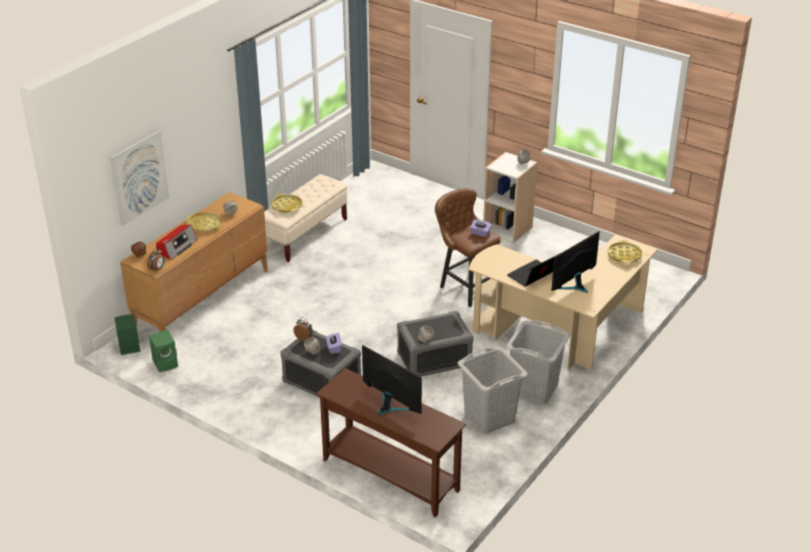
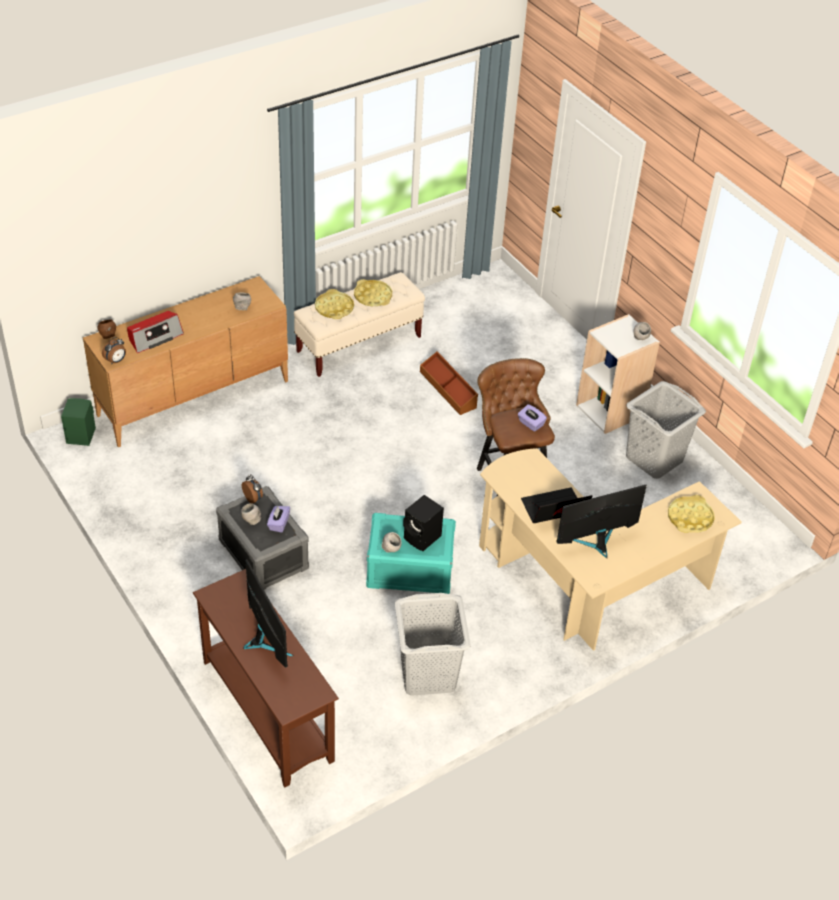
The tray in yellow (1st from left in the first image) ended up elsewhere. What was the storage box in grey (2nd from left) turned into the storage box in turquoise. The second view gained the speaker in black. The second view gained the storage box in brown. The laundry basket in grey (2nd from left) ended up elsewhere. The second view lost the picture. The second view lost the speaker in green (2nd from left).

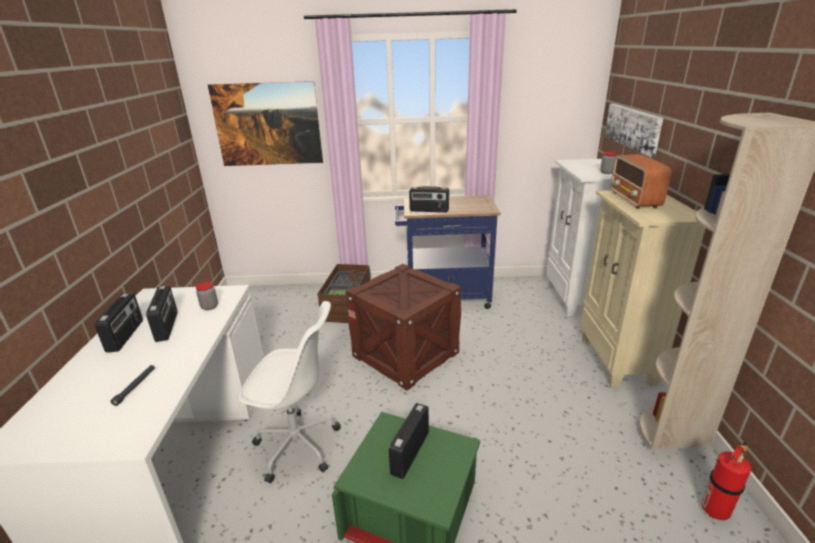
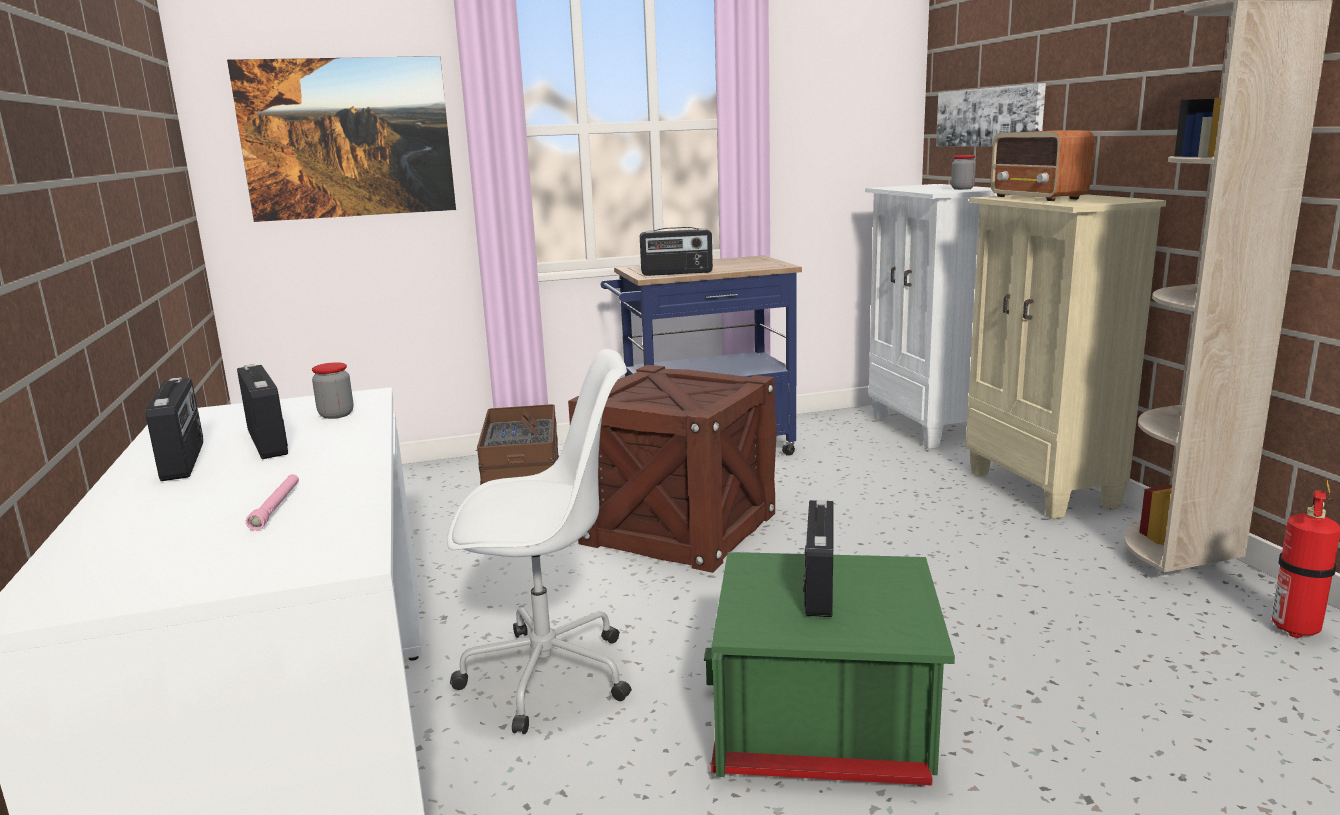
What was the flashlight in black turned into the flashlight in pink.

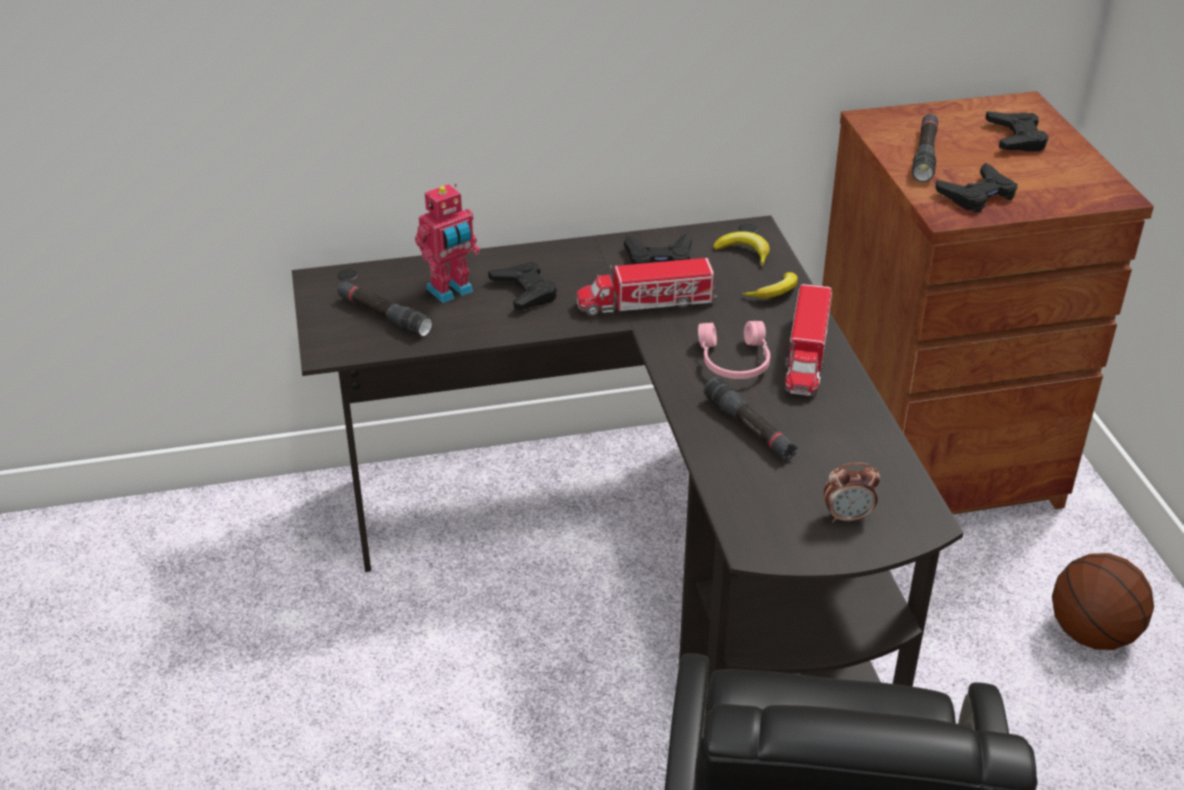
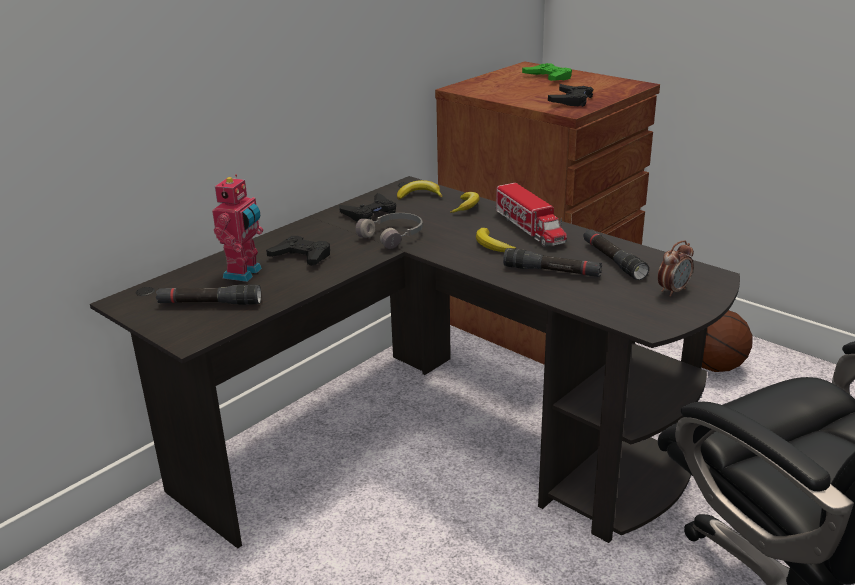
Where the toy truck (1st from left) stood, the headphones in grey came to stand. Where the headphones in pink stood, the banana (3rd from left) came to stand. What was the game controller in black (4th from left) turned into the game controller in green. The flashlight in black (3rd from left) ended up elsewhere.

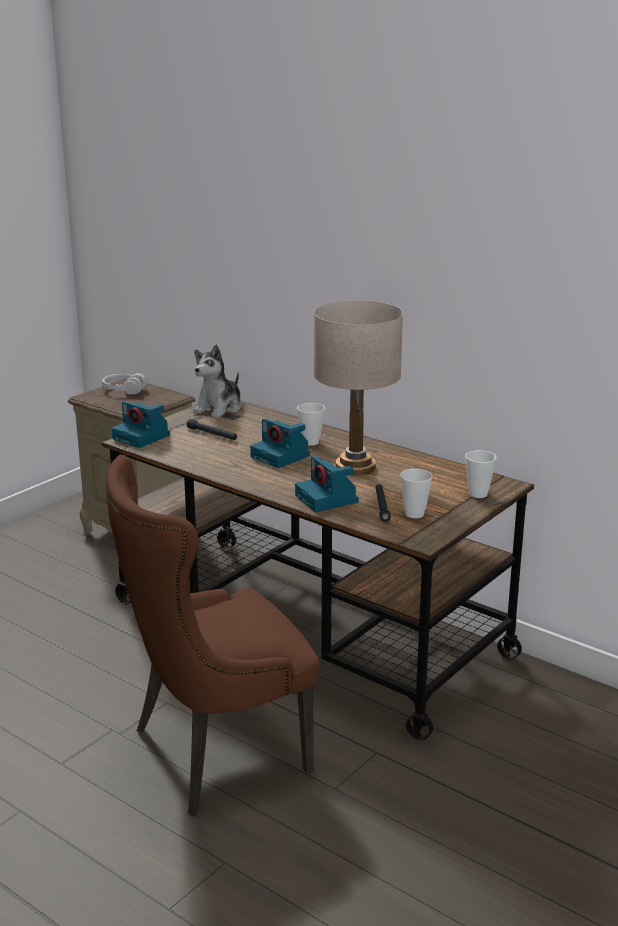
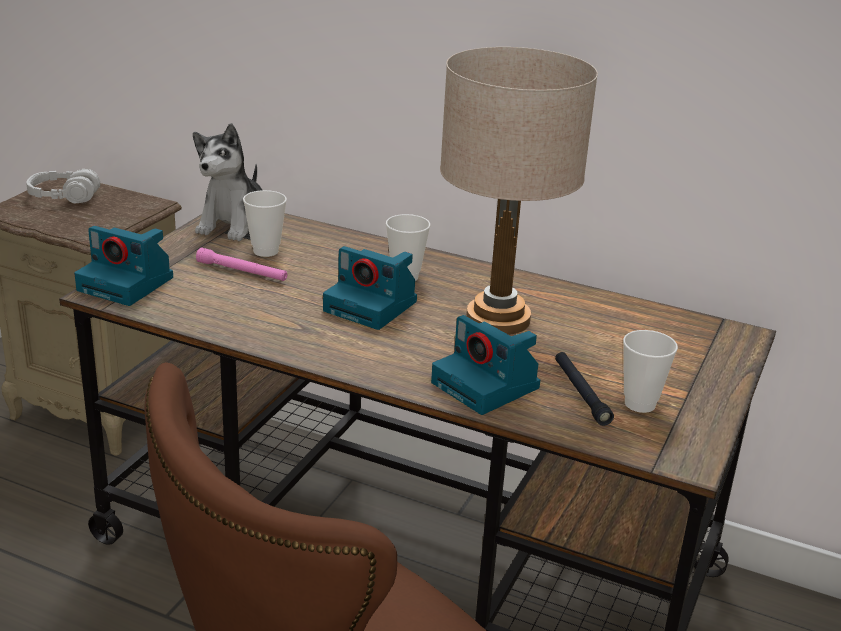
What was the flashlight in black (1st from left) turned into the flashlight in pink. The cup (3rd from left in the first image) ended up elsewhere.

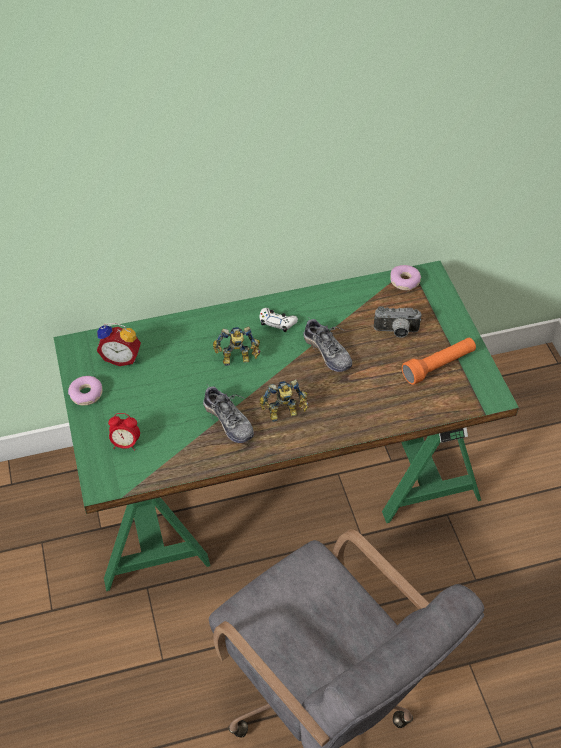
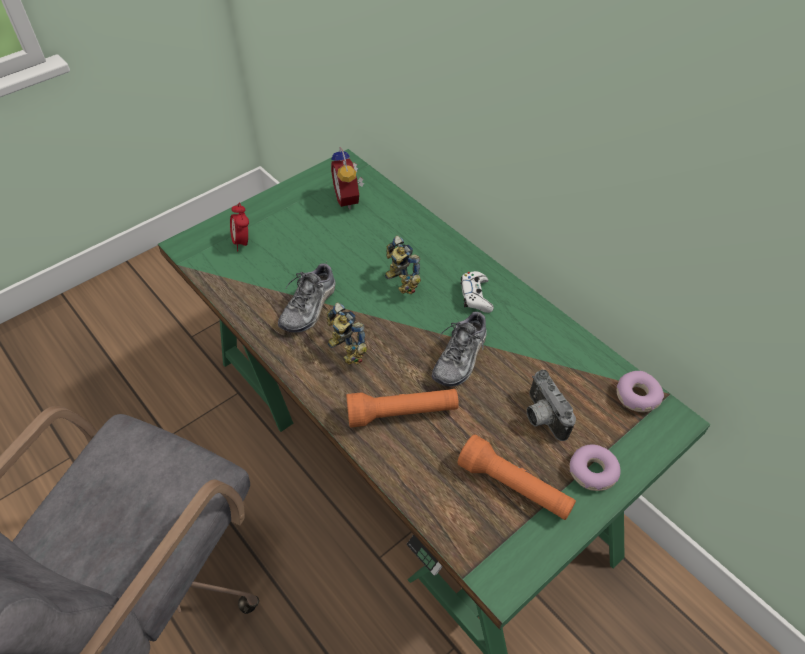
The second view gained the flashlight in orange (1st from left). The donut (1st from left) ended up elsewhere.

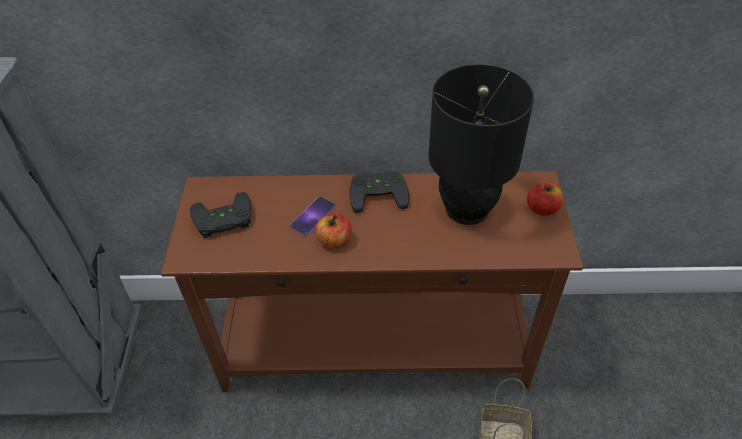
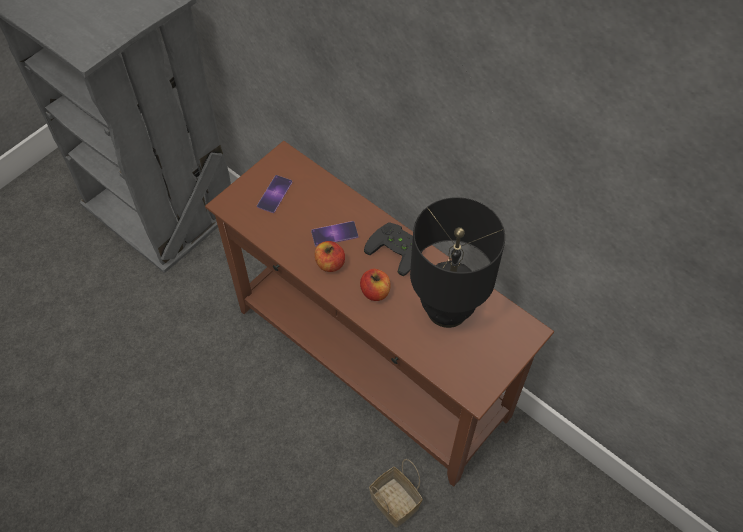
Where the game controller in black (1st from left) stood, the phone (1st from left) came to stand. The apple (2nd from left) ended up elsewhere.

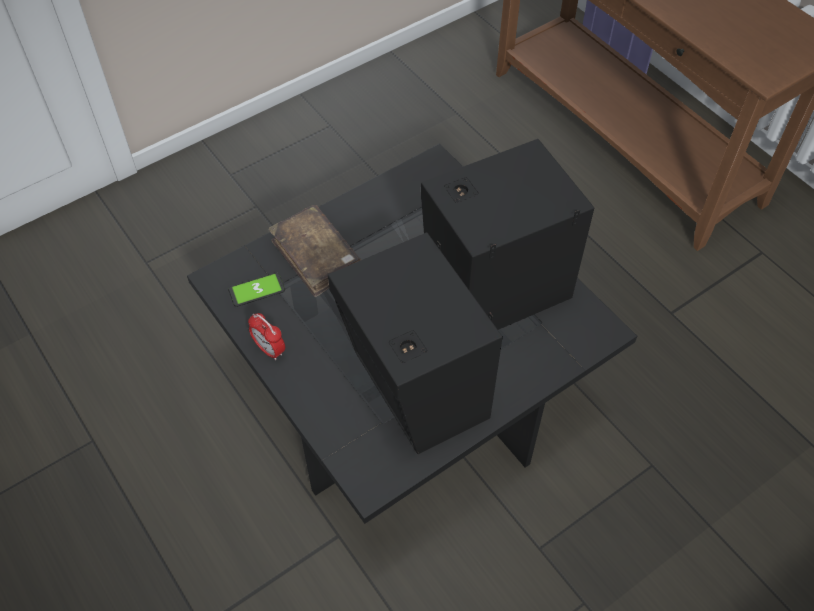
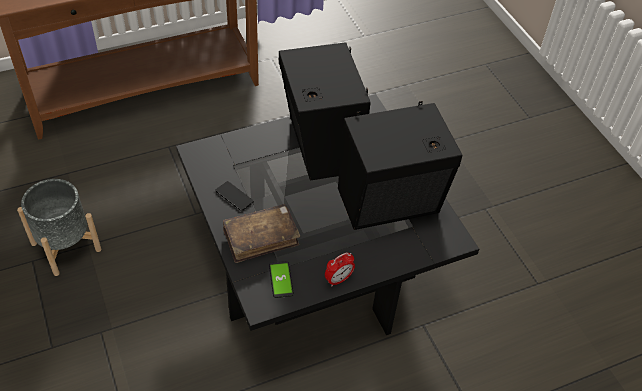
The second view gained the planter in grey. The second view gained the phone (1st from left).

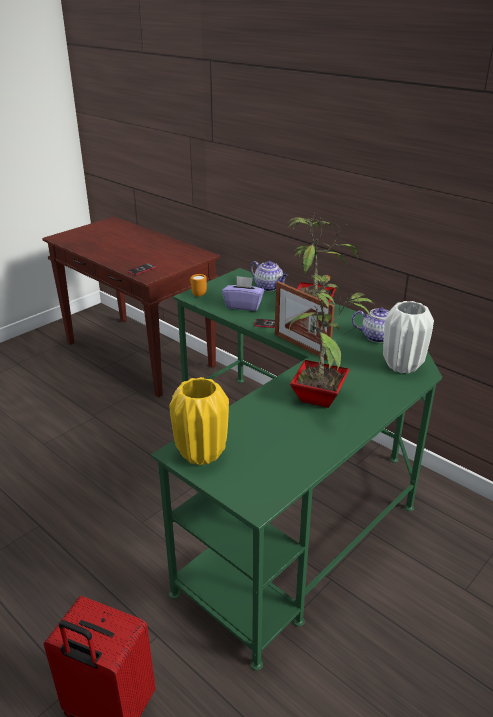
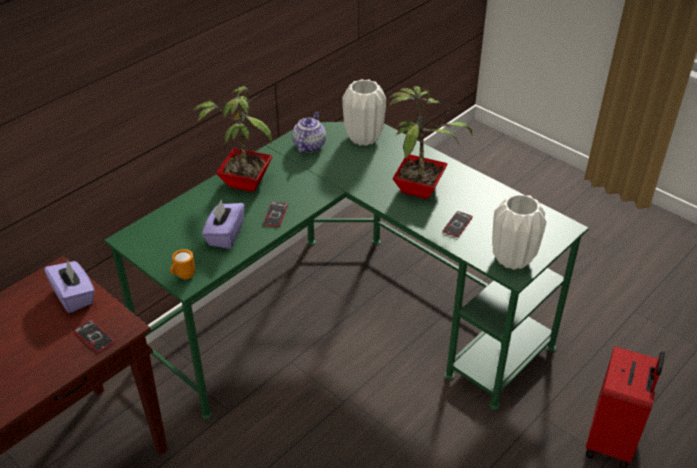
The second view gained the tissue box in purple (1st from left). The second view gained the phone (3rd from left). What was the vase in yellow turned into the vase in white (2nd from left). The second view lost the teapot (1st from left). The second view lost the picture frame.

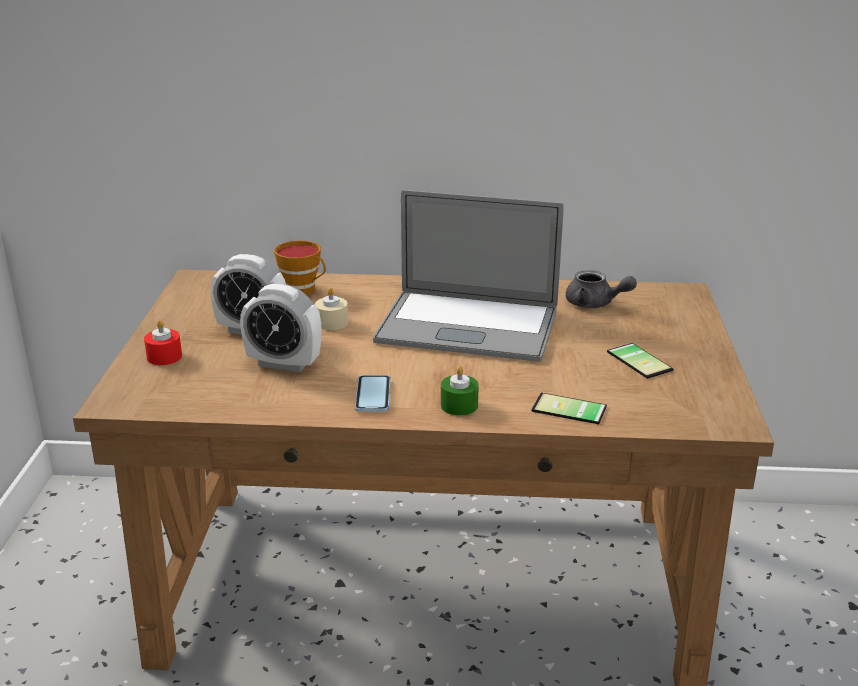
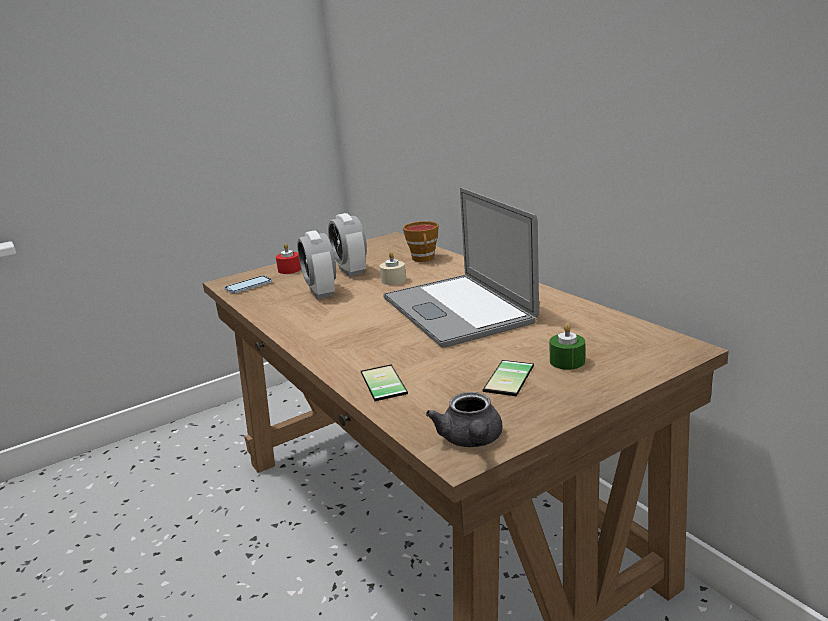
The phone (1st from left) ended up elsewhere. The teapot in grey ended up elsewhere. The candle in green ended up elsewhere.

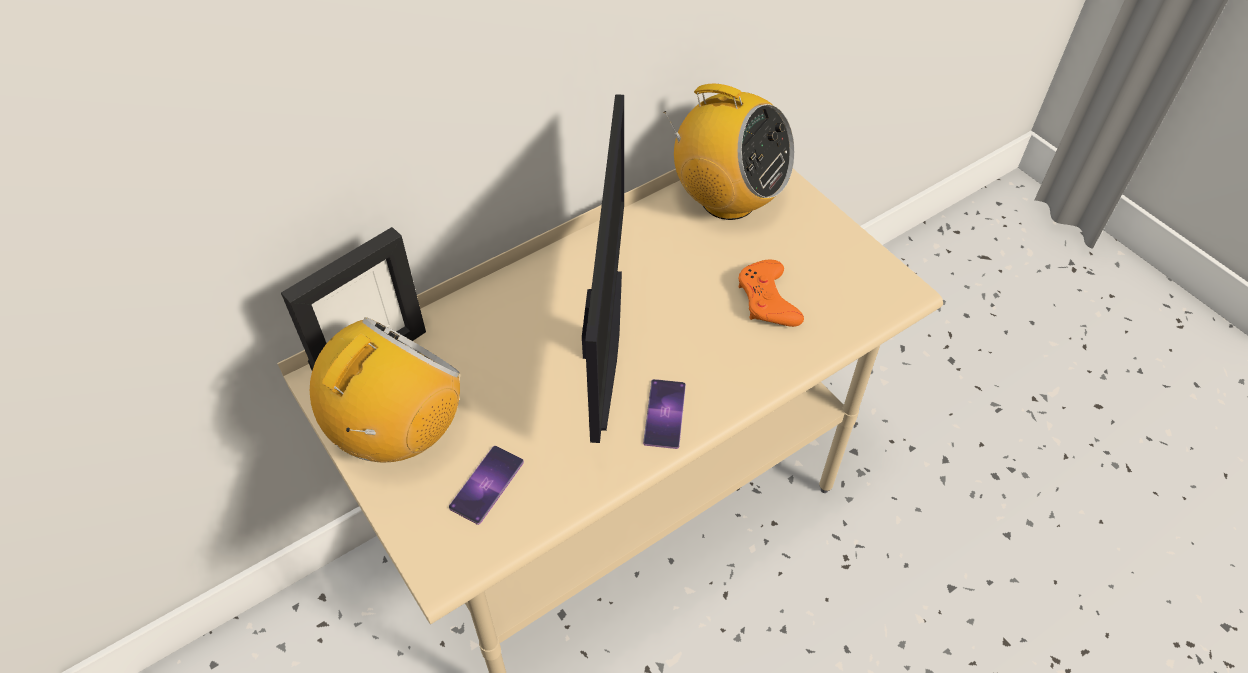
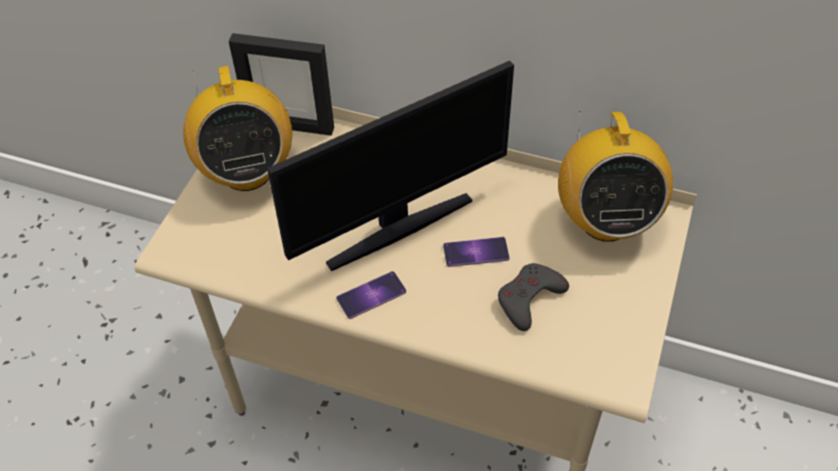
The radio (1st from left) ended up facing another way, 75 degrees clockwise from before. The phone (1st from left in the first image) ended up elsewhere. What was the game controller in orange turned into the game controller in grey.

